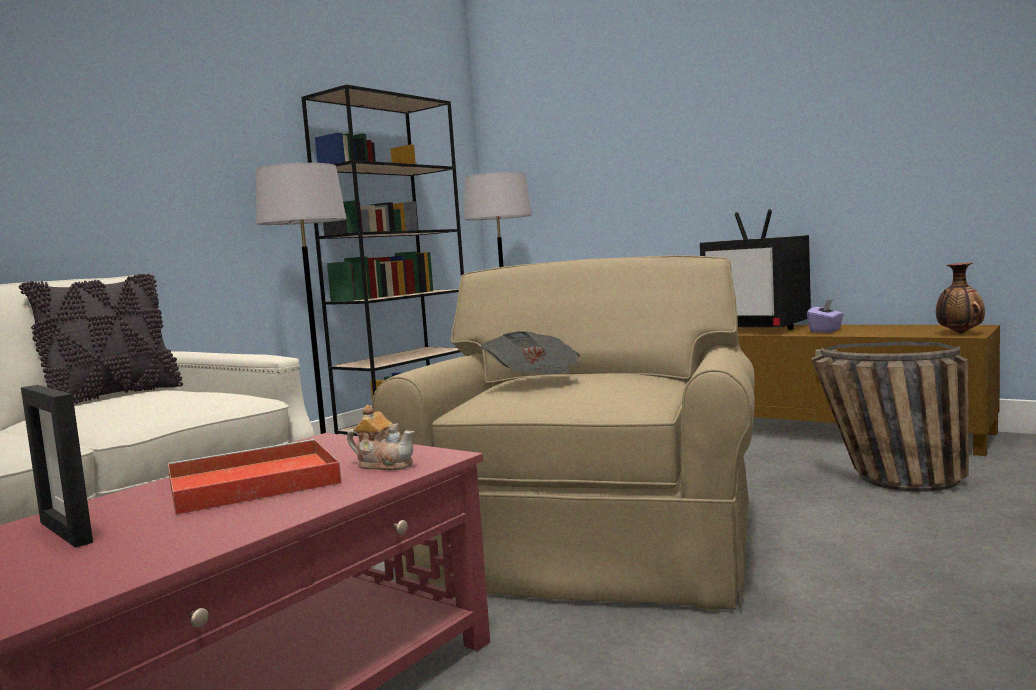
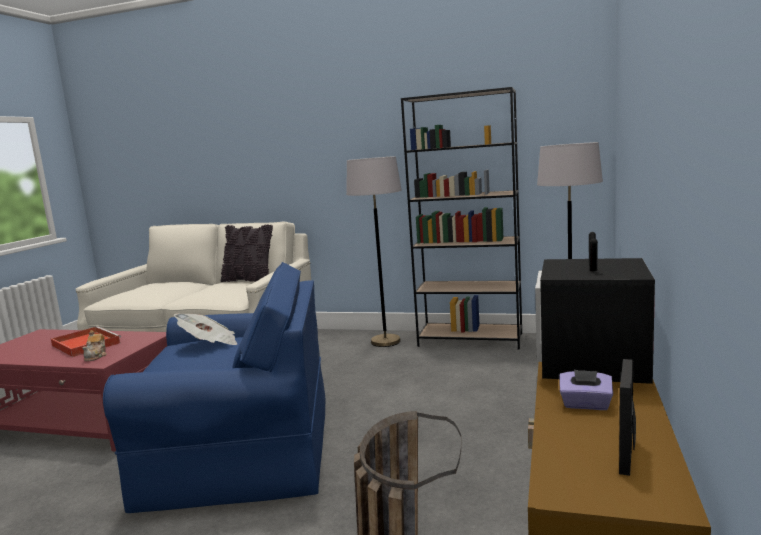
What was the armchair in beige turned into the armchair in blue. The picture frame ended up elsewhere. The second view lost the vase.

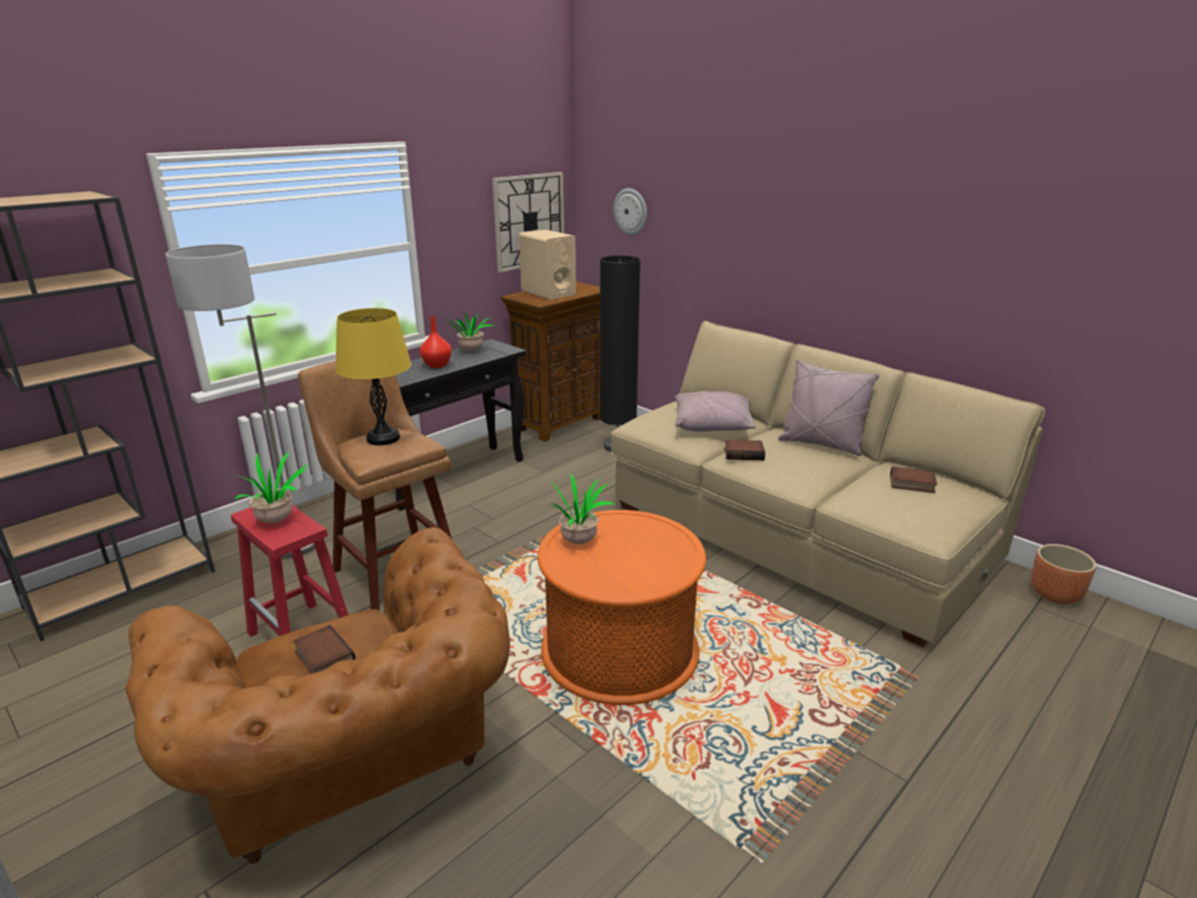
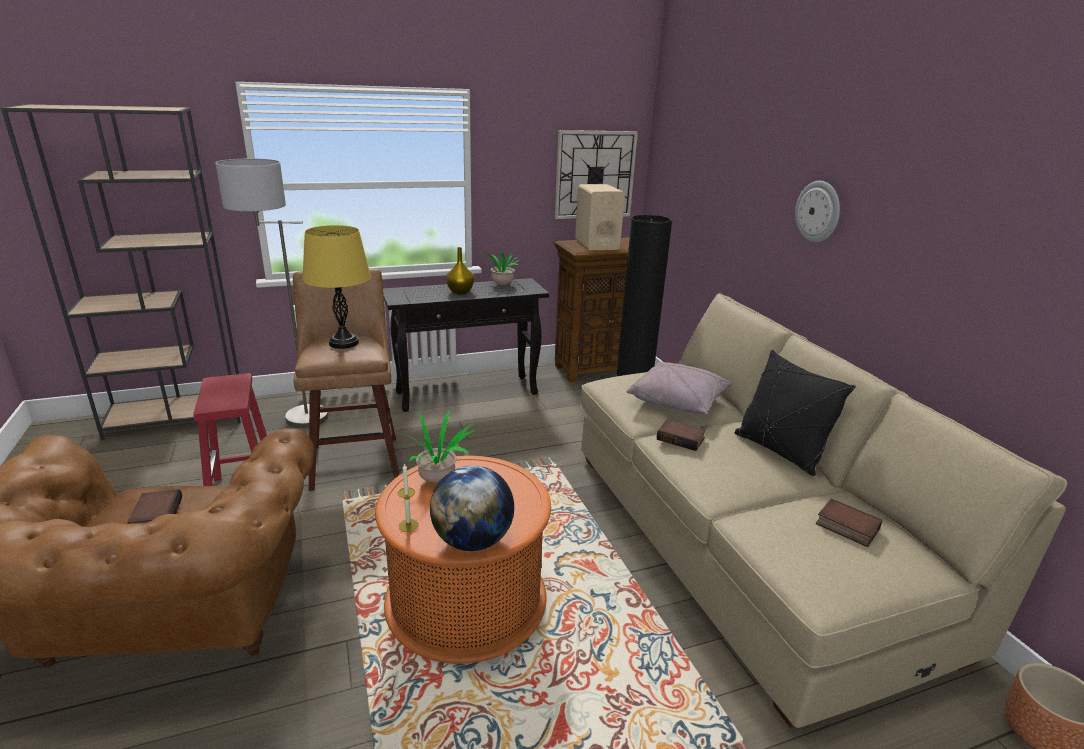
The second view gained the candle. The second view gained the globe. What was the vase in red turned into the vase in yellow. What was the pillow in purple (2nd from left) turned into the pillow in black. The wall clock (2nd from left) ended up elsewhere. The second view lost the potted plant (1st from left).

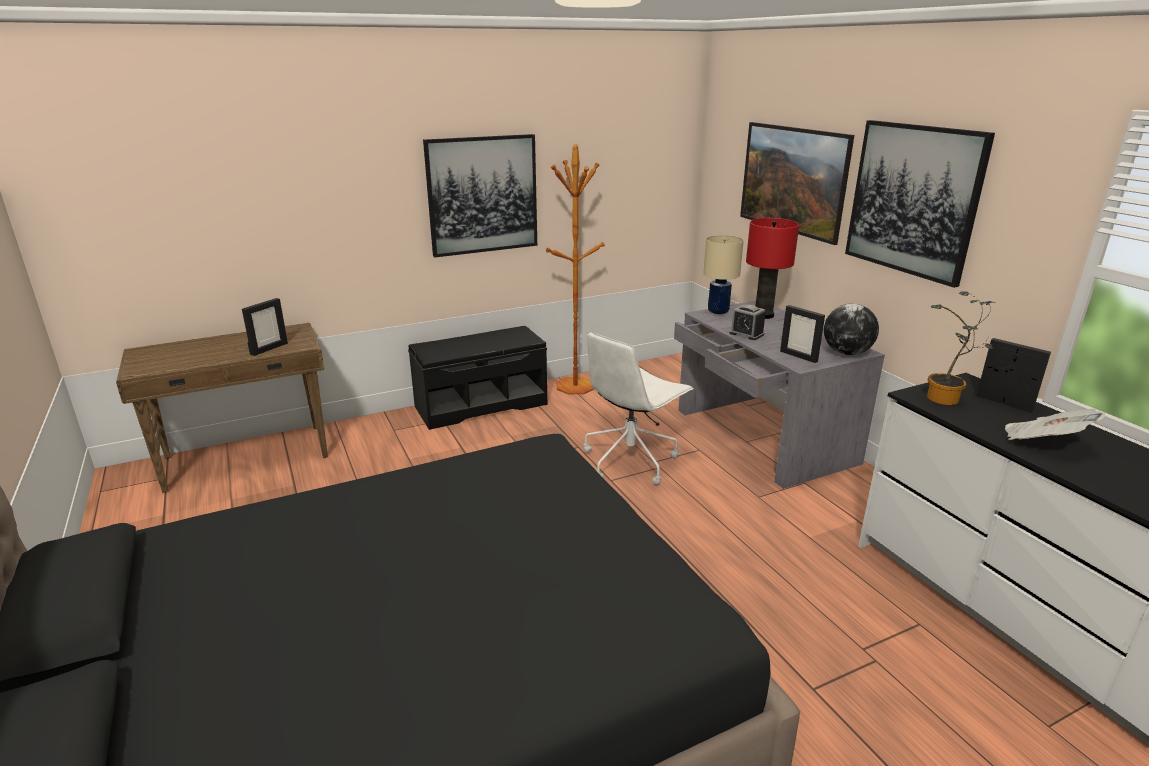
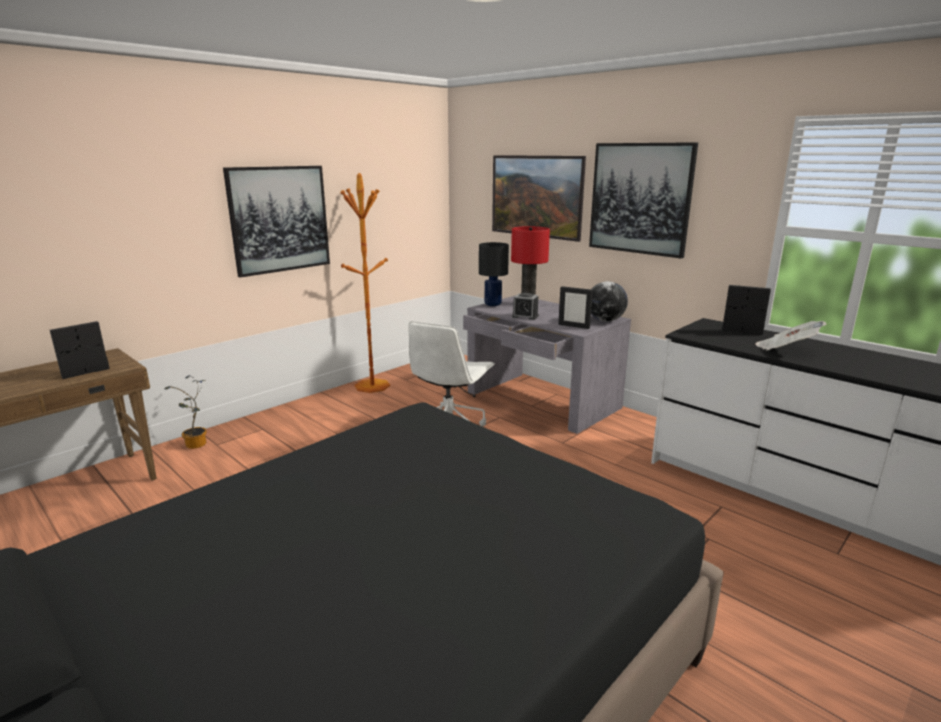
The picture frame (1st from left) ended up facing another way, 150 degrees counterclockwise from before. The potted plant ended up elsewhere. What was the table lamp in beige turned into the table lamp in black. The second view lost the bench in black.

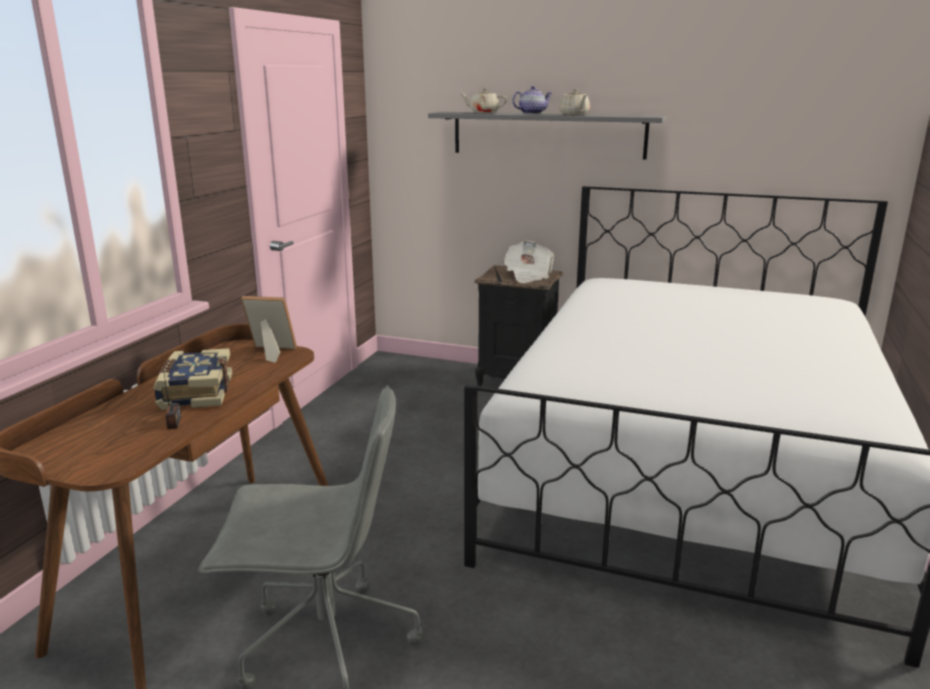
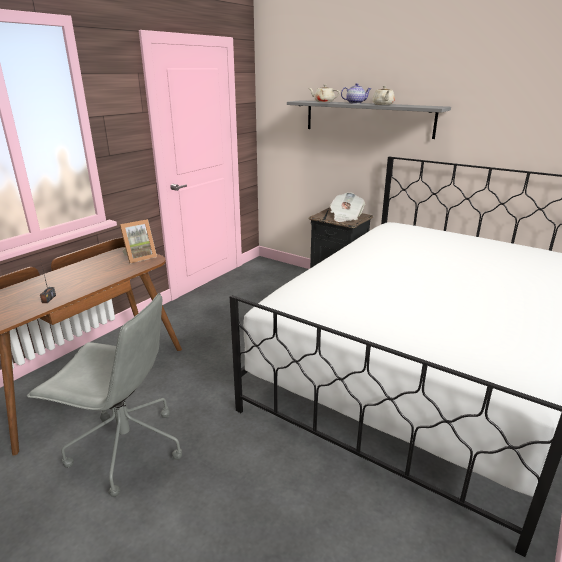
The picture frame ended up facing another way, 120 degrees clockwise from before. The second view lost the book.

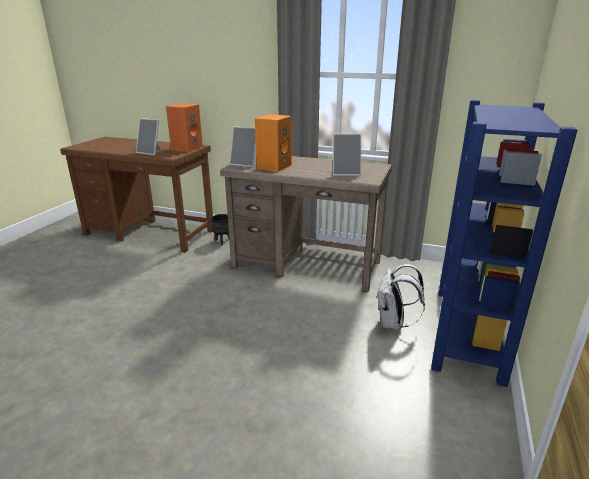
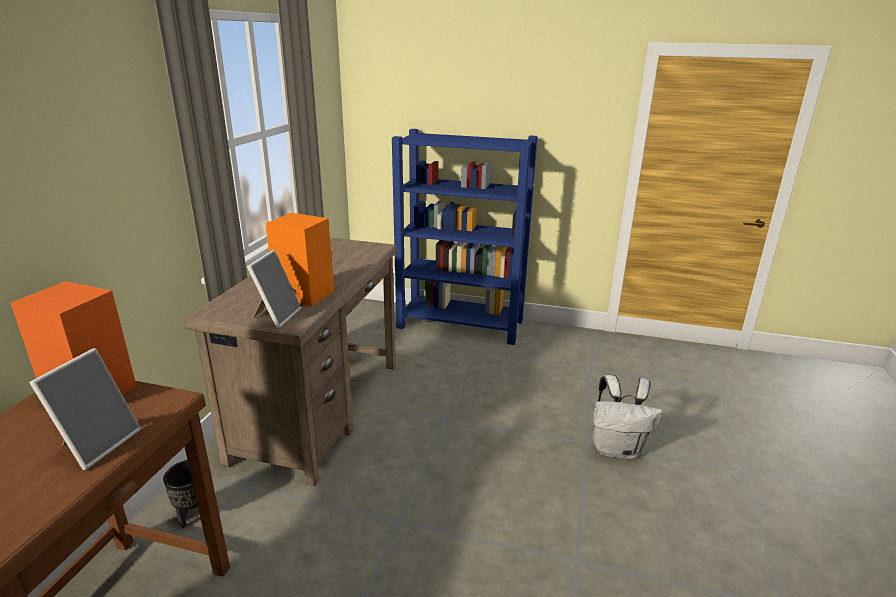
The backpack in white ended up elsewhere. The second view lost the picture frame (3rd from left).

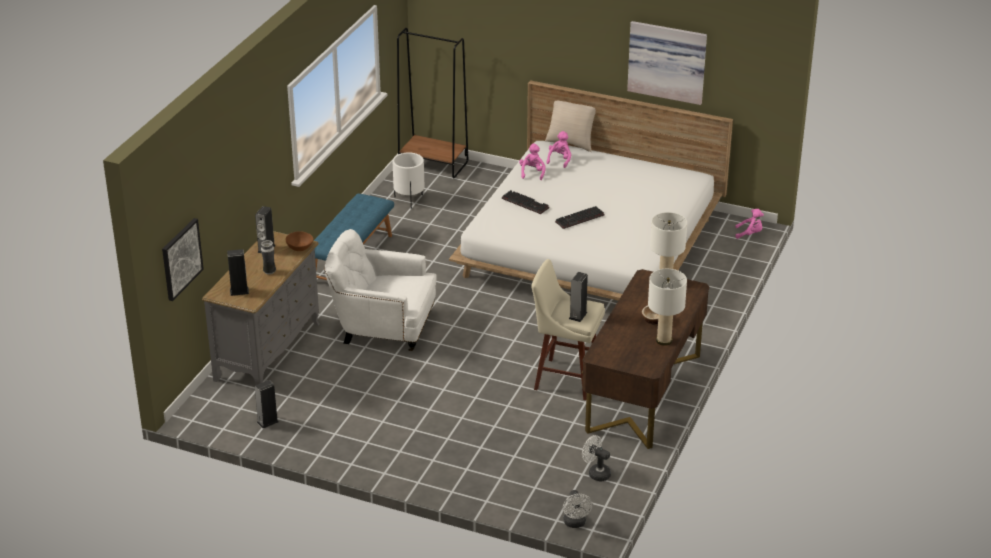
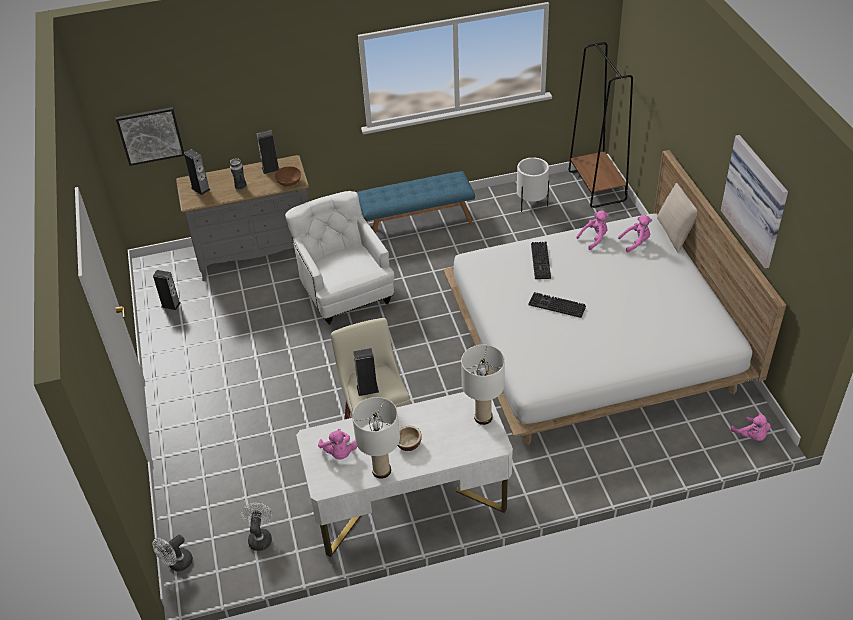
What was the desk in brown turned into the desk in white. The second view gained the plush toy in pink (1st from left).

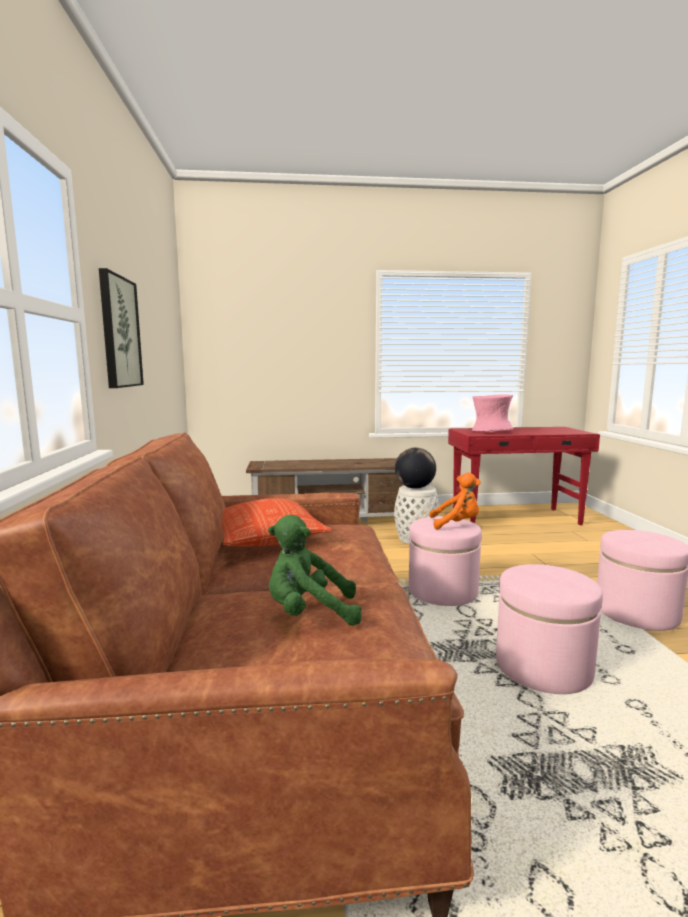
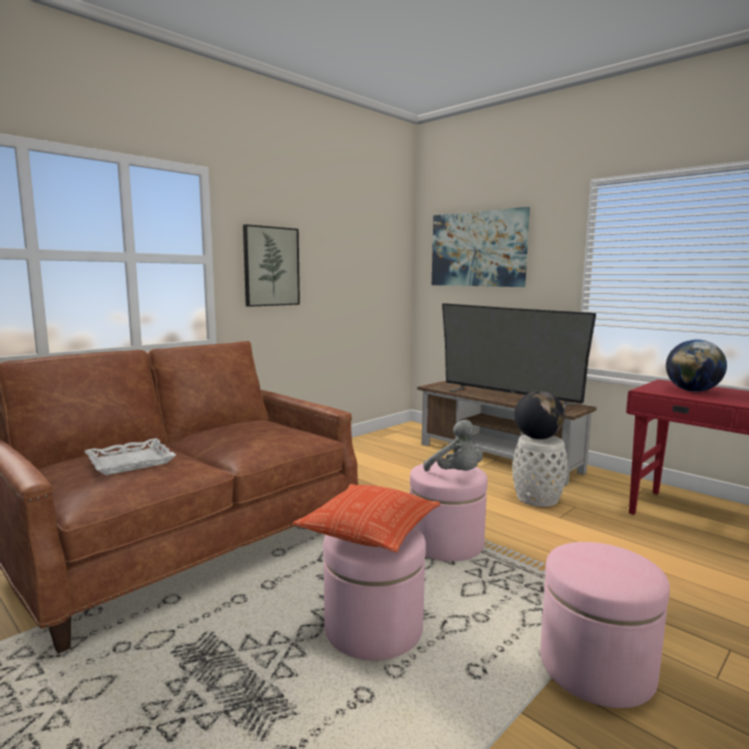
Where the plush toy in green stood, the tray in white came to stand. The pillow in orange ended up elsewhere. What was the plush toy in orange turned into the plush toy in grey. The second view gained the picture (2nd from left). The second view gained the television. Where the vase in pink stood, the globe (2nd from left) came to stand.

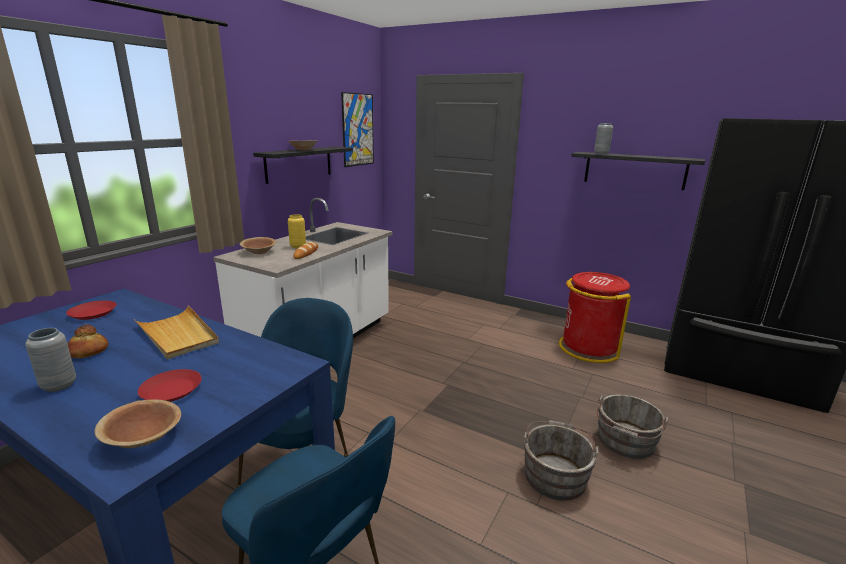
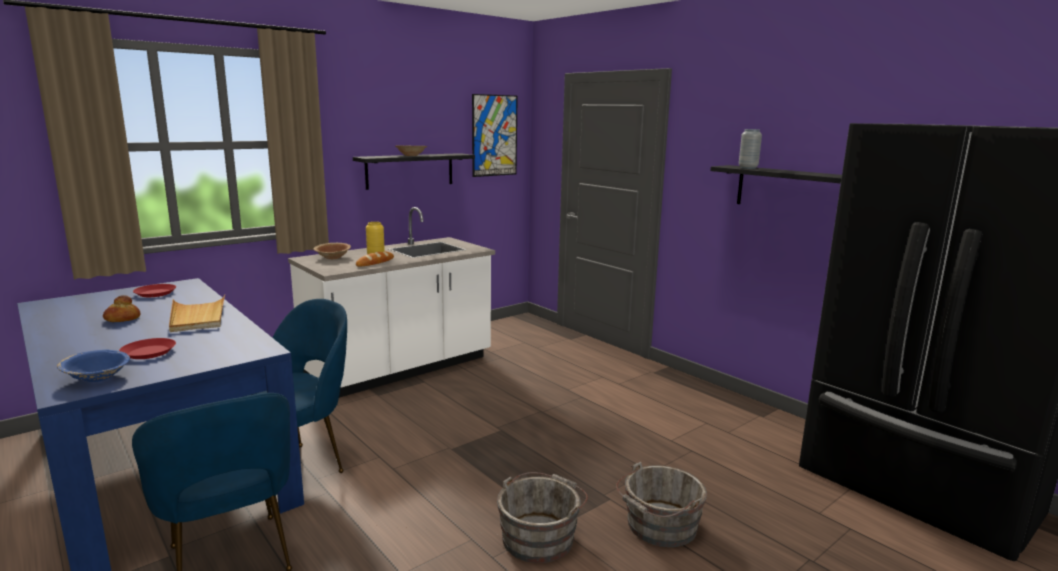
What was the bowl in brown (1st from left) turned into the bowl in blue. The second view lost the vase in grey (1st from left). The second view lost the trash can in red.

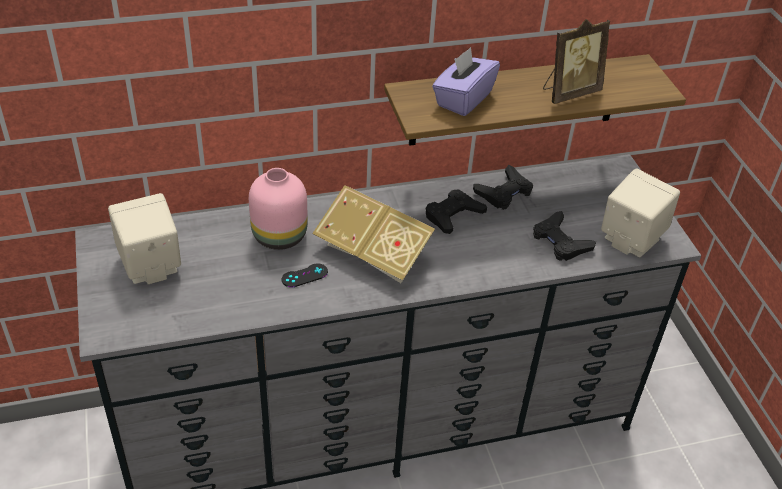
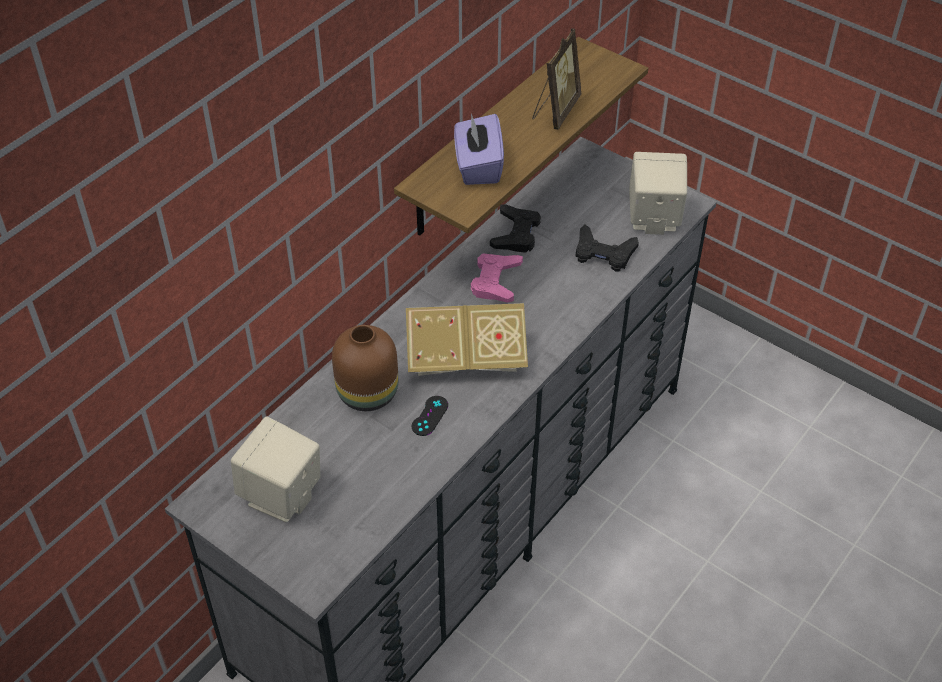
What was the vase in pink turned into the vase in brown. What was the game controller in black (2nd from left) turned into the game controller in pink.

